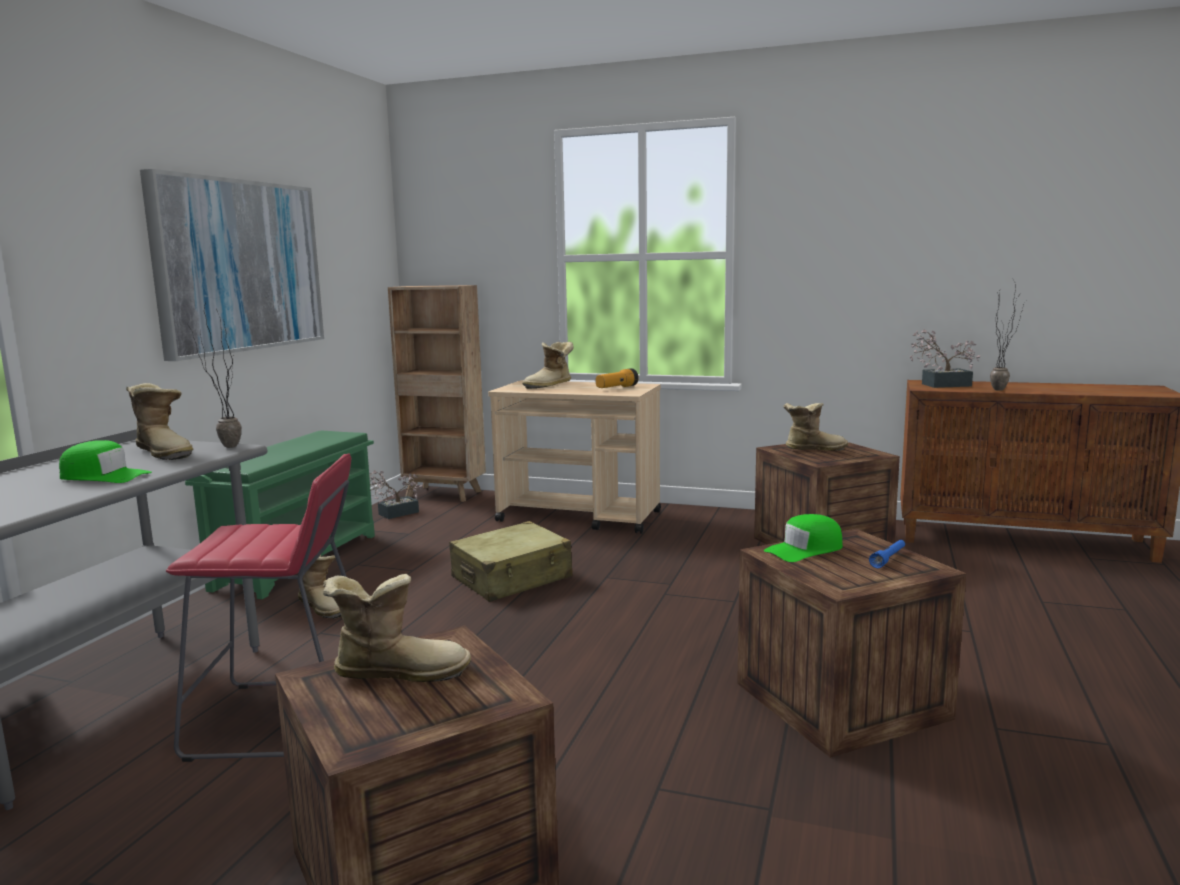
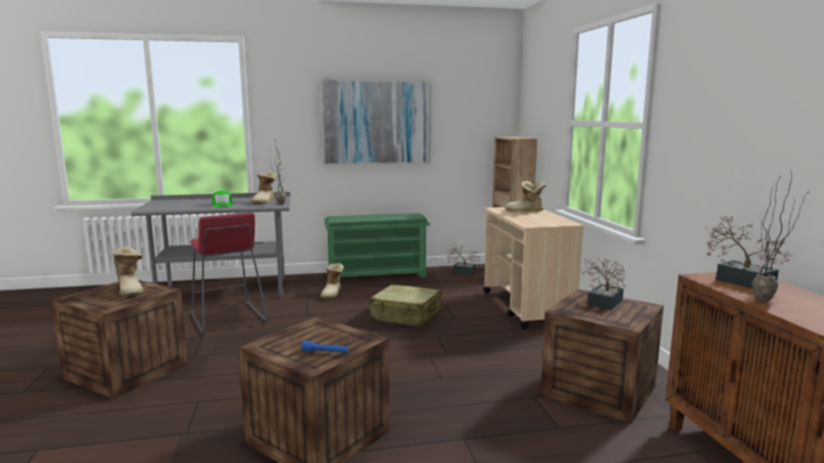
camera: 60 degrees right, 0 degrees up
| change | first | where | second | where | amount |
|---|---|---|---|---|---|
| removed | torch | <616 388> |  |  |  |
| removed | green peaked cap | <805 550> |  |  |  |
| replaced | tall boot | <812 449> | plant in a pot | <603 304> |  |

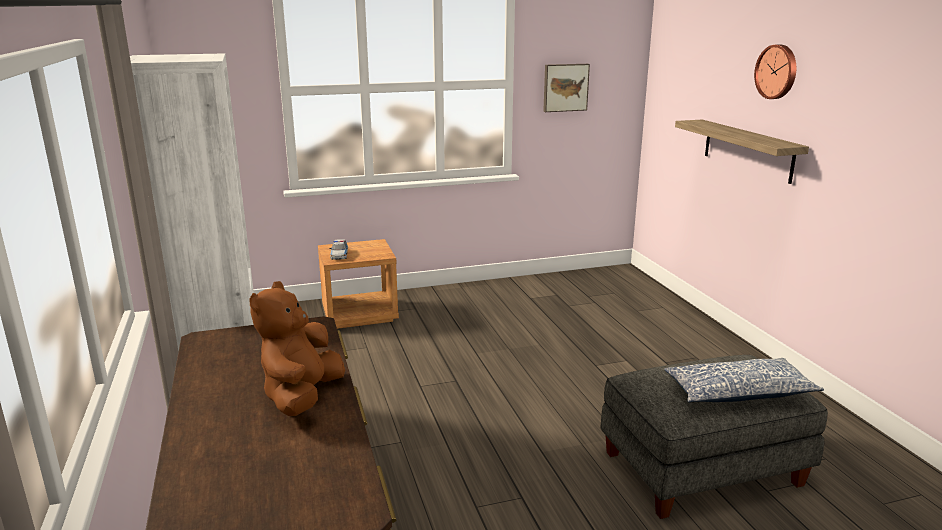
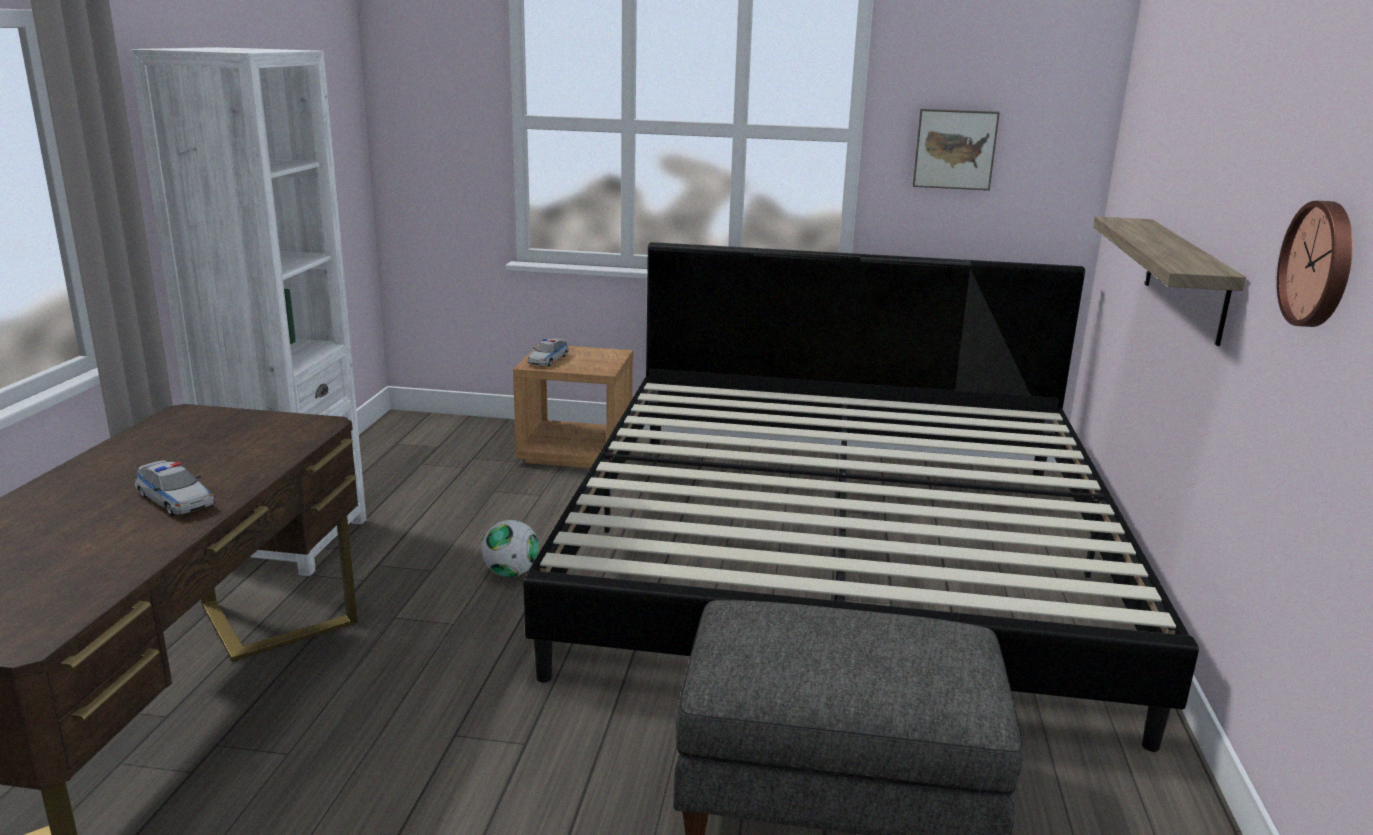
camera: 25 degrees right, 0 degrees up
| change | first | where | second | where | amount |
|---|---|---|---|---|---|
| replaced | brownish plush toy | <302 397> | model car | <175 500> |  |
| removed | cushion | <737 393> |  |  |  |
| moved | clock on the wall | <777 72> |  | <1321 264> |  |
| added |  |  | ball for football | <511 573> |  |
| added |  |  | bedroom bed | <840 557> |  |

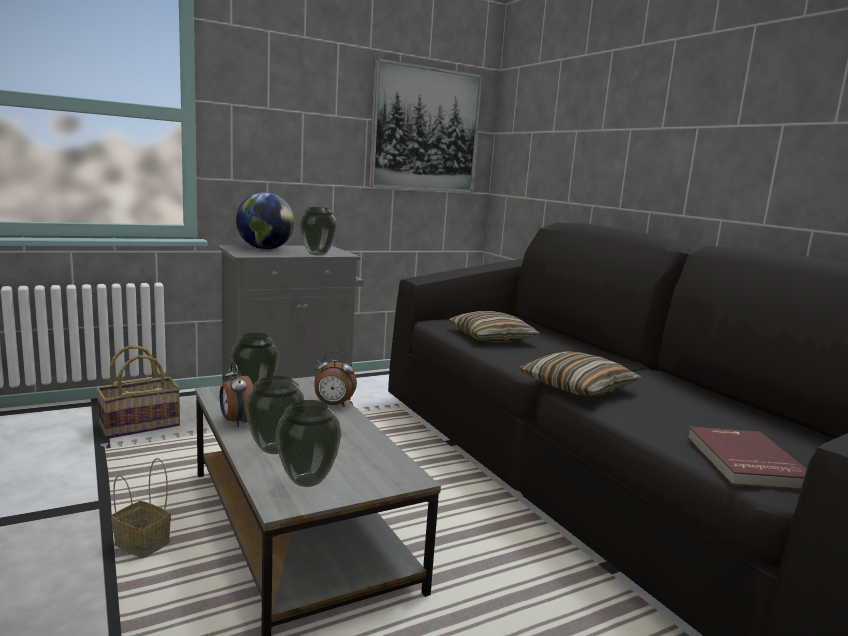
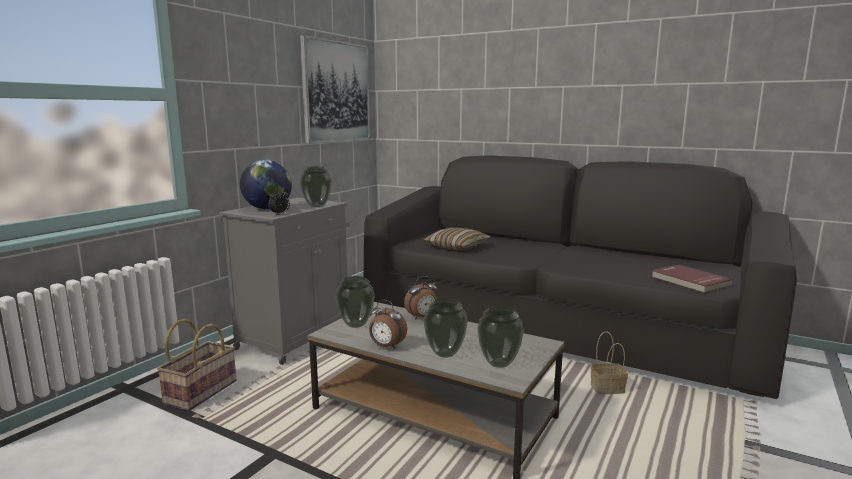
camera: 30 degrees left, 0 degrees up
| change | first | where | second | where | amount |
|---|---|---|---|---|---|
| moved | household basket | <144 544> |  | <608 388> |  |
| removed | cushion | <578 387> |  |  |  |
| added |  |  | table clock | <280 214> |  |

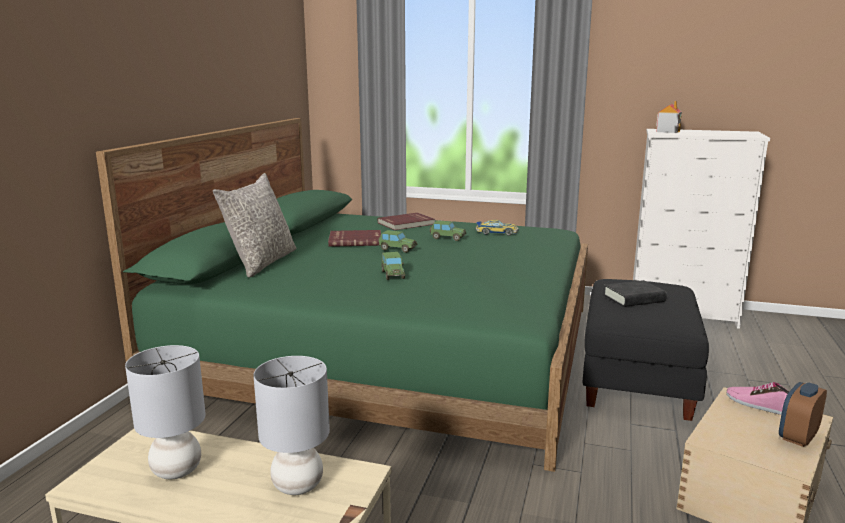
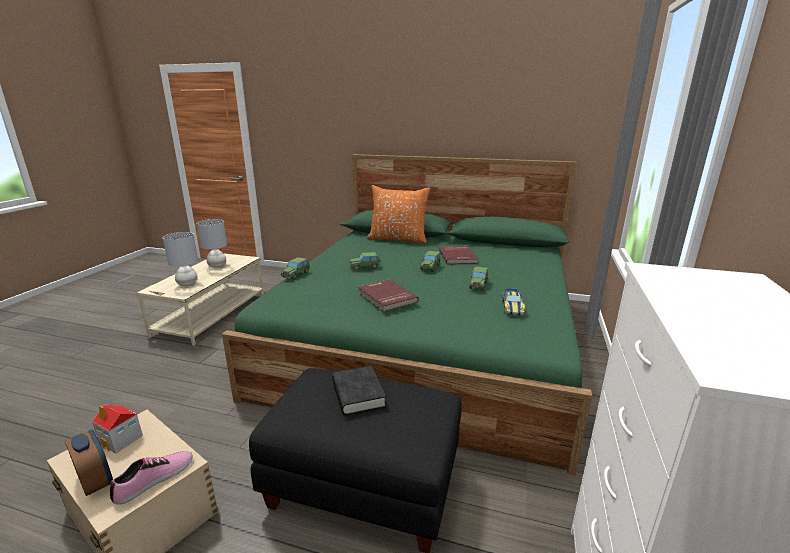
camera: 90 degrees right, 5 degrees up
| change | first | where | second | where | amount |
|---|---|---|---|---|---|
| recoloured | grey cushion | <261 262> | orange-coloured cushion | <398 239> |  |
| moved | red-coloured volume | <406 224> |  | <386 297> |  |
| moved | miniature house | <668 131> |  | <121 439> |  |
| added |  |  | model car | <296 274> |  |

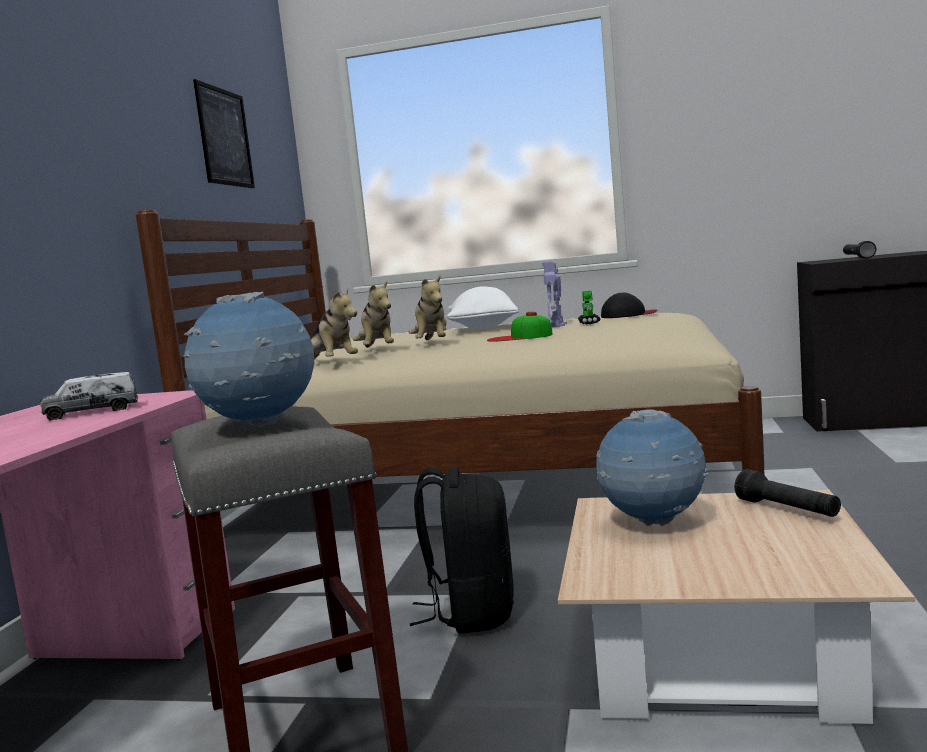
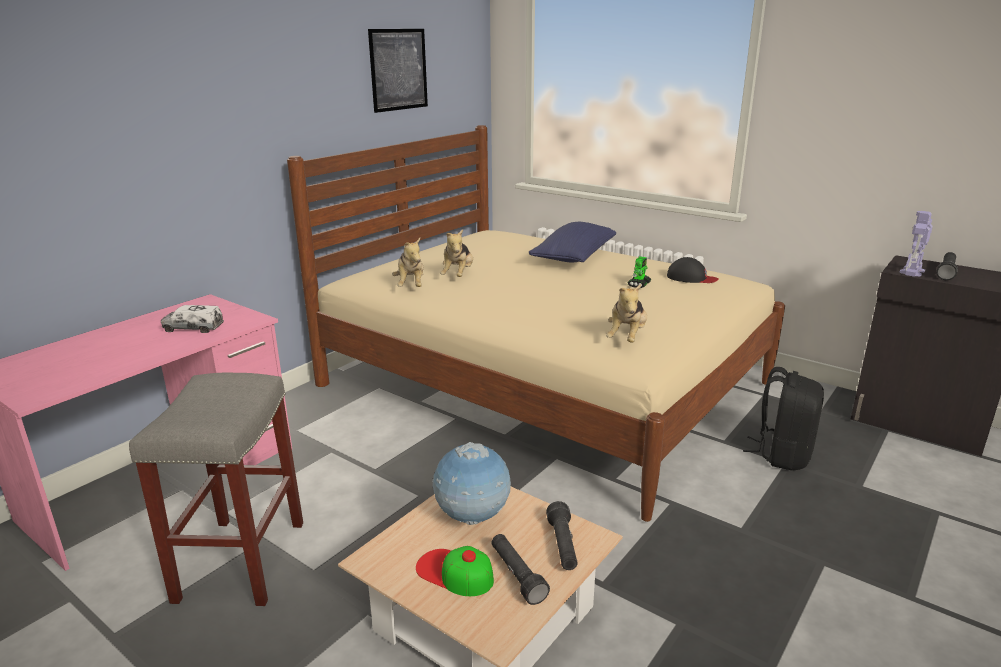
camera: 25 degrees right, 15 degrees up
| change | first | where | second | where | amount |
|---|---|---|---|---|---|
| removed | world globe | <260 427> |  |  |  |
| moved | plush toy | <432 344> |  | <627 337> |  |
| moved | black-coloured knapsack | <471 613> |  | <782 454> |  |
| recoloured | white-coloured cushion | <482 328> | blue cushion | <573 257> |  |
| moved | peaked cap | <519 337> |  | <454 572> |  |
| moved | toy robot | <555 325> |  | <911 272> |  |
| added |  |  | black-coloured torch | <517 575> |  |

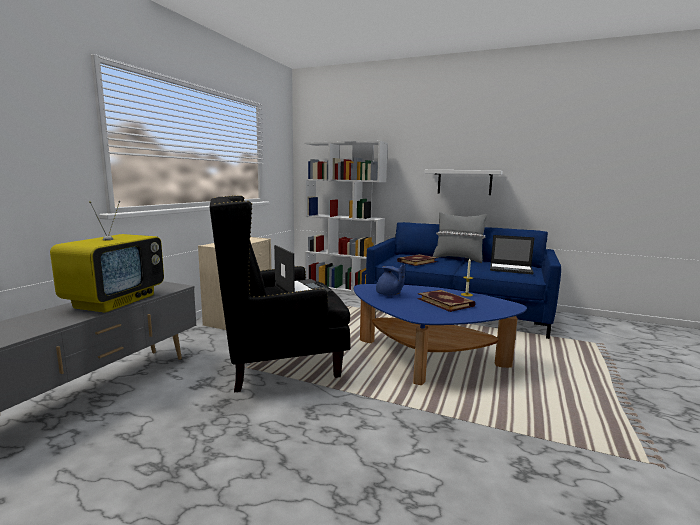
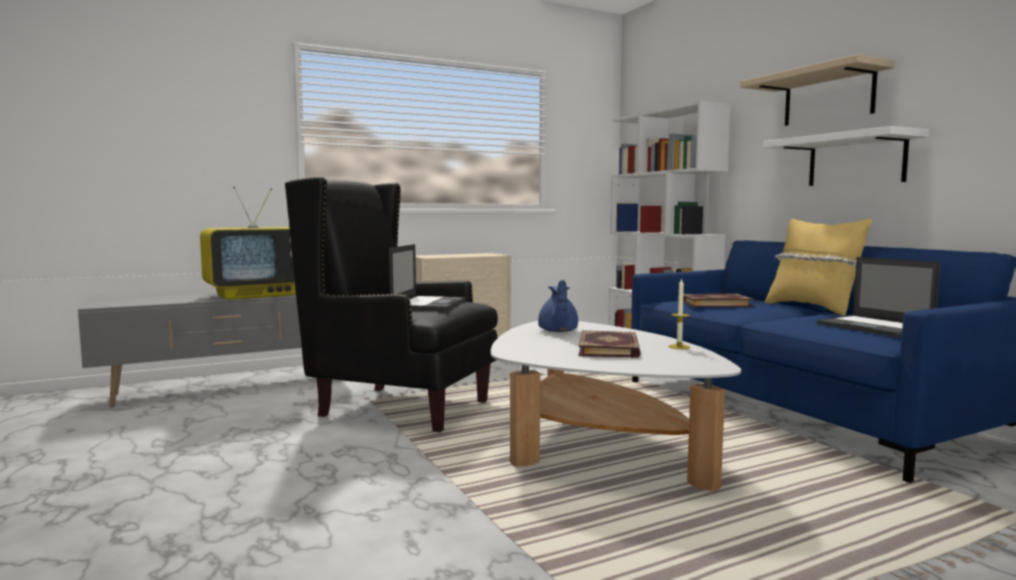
camera: 40 degrees right, 5 degrees down
| change | first | where | second | where | amount |
|---|---|---|---|---|---|
| recoloured | blue lounge table | <427 359> | white-coloured lounge table | <594 446> |  |
| recoloured | grey cushion | <458 259> | yellowish cushion | <813 308> |  |
| added |  |  | sand-coloured wall shelf | <828 97> |  |

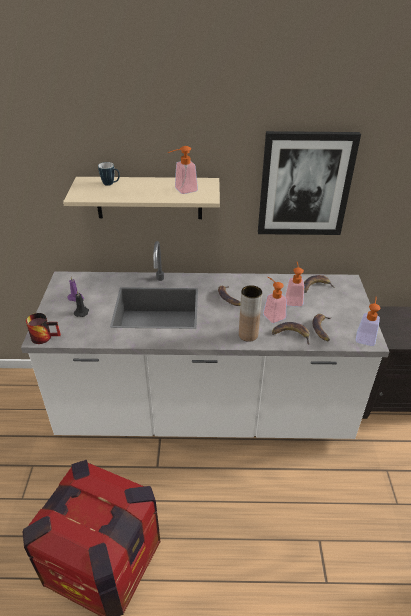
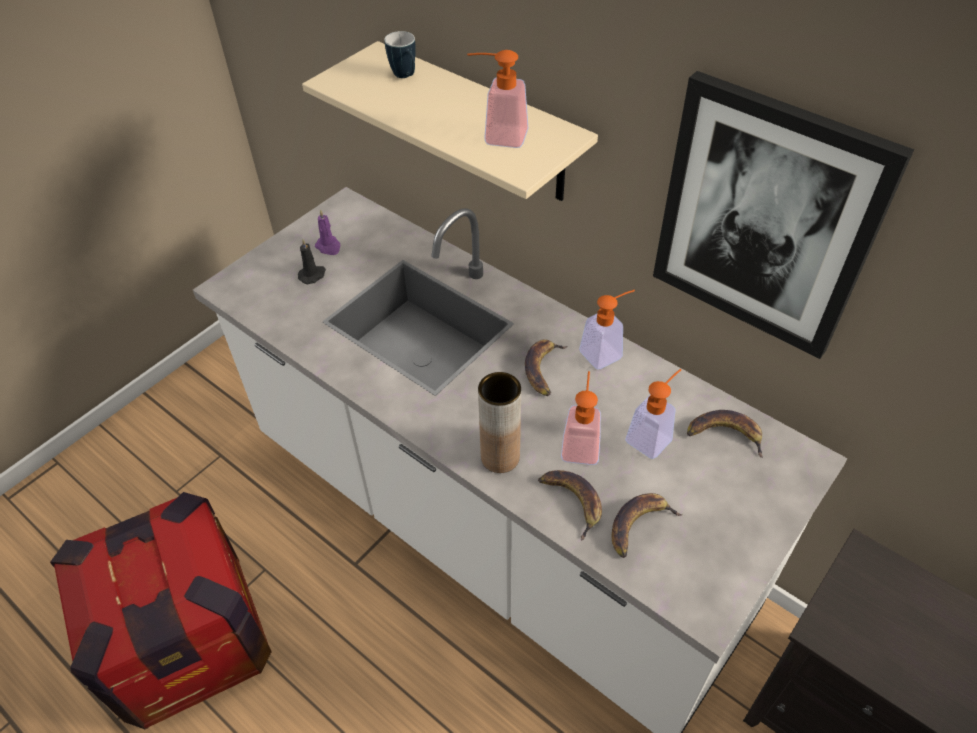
camera: 40 degrees right, 10 degrees up
| change | first | where | second | where | amount |
|---|---|---|---|---|---|
| removed | mug | <45 336> |  |  |  |
| moved | soap bottle | <365 336> |  | <606 352> |  |

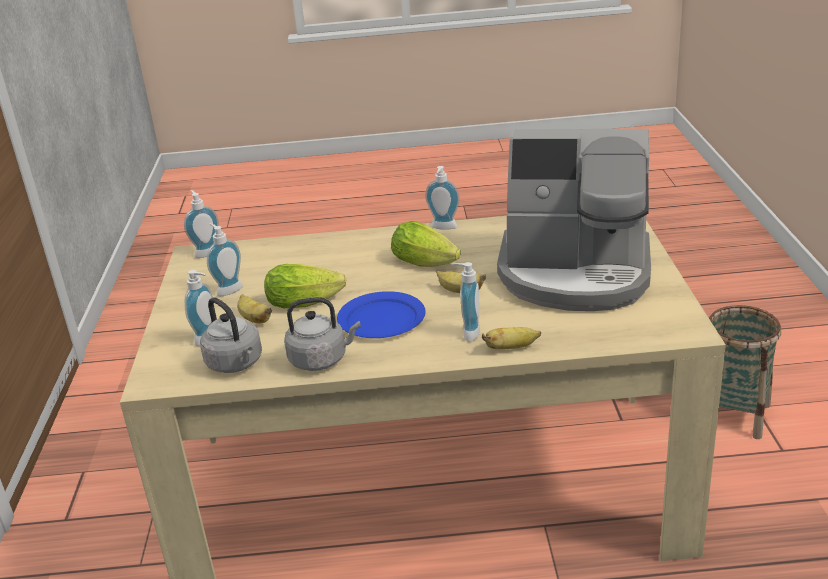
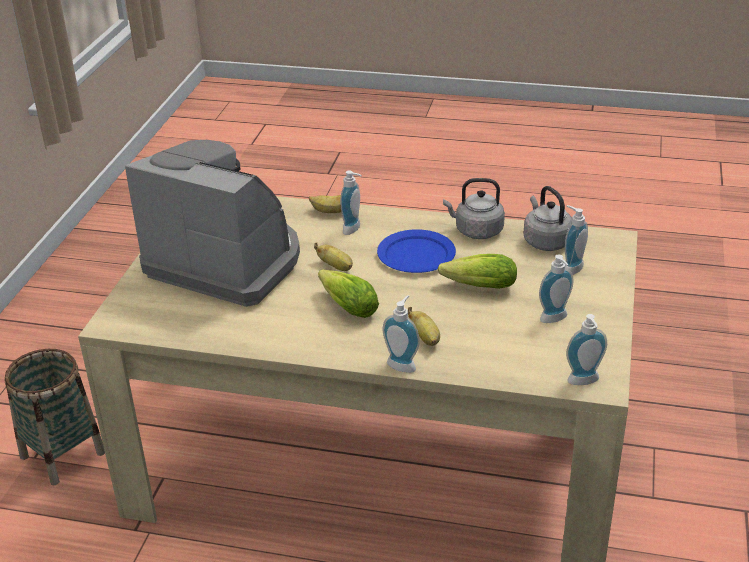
camera: 165 degrees left, 5 degrees up
| change | first | where | second | where | amount |
|---|---|---|---|---|---|
| moved | whole banana | <254 319> |  | <425 338> |  |
| moved | soap bottle | <443 228> |  | <403 364> |  |

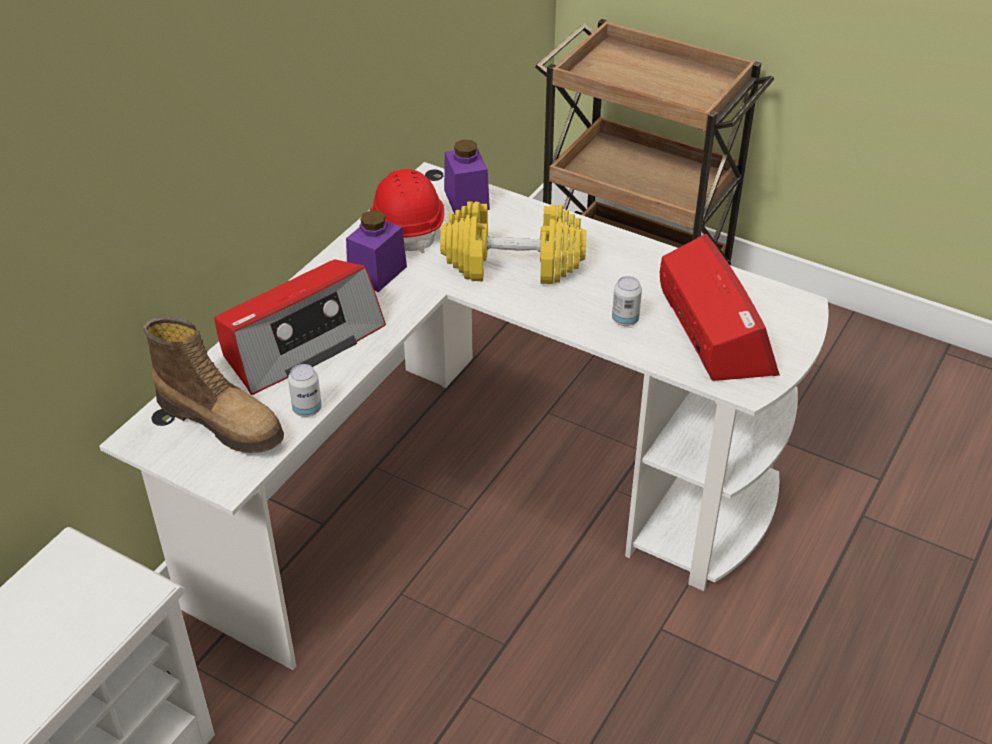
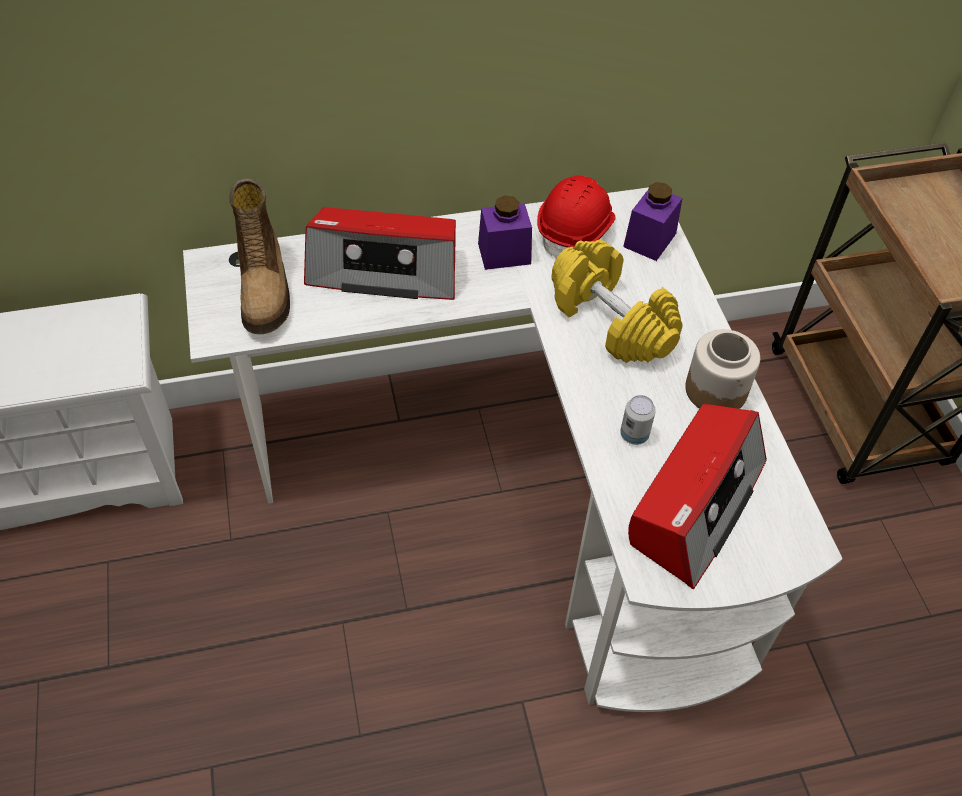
camera: 45 degrees right, 10 degrees up
| change | first | where | second | where | amount |
|---|---|---|---|---|---|
| removed | sealed can | <307 409> |  |  |  |
| added |  |  | preserve jar | <716 390> |  |

